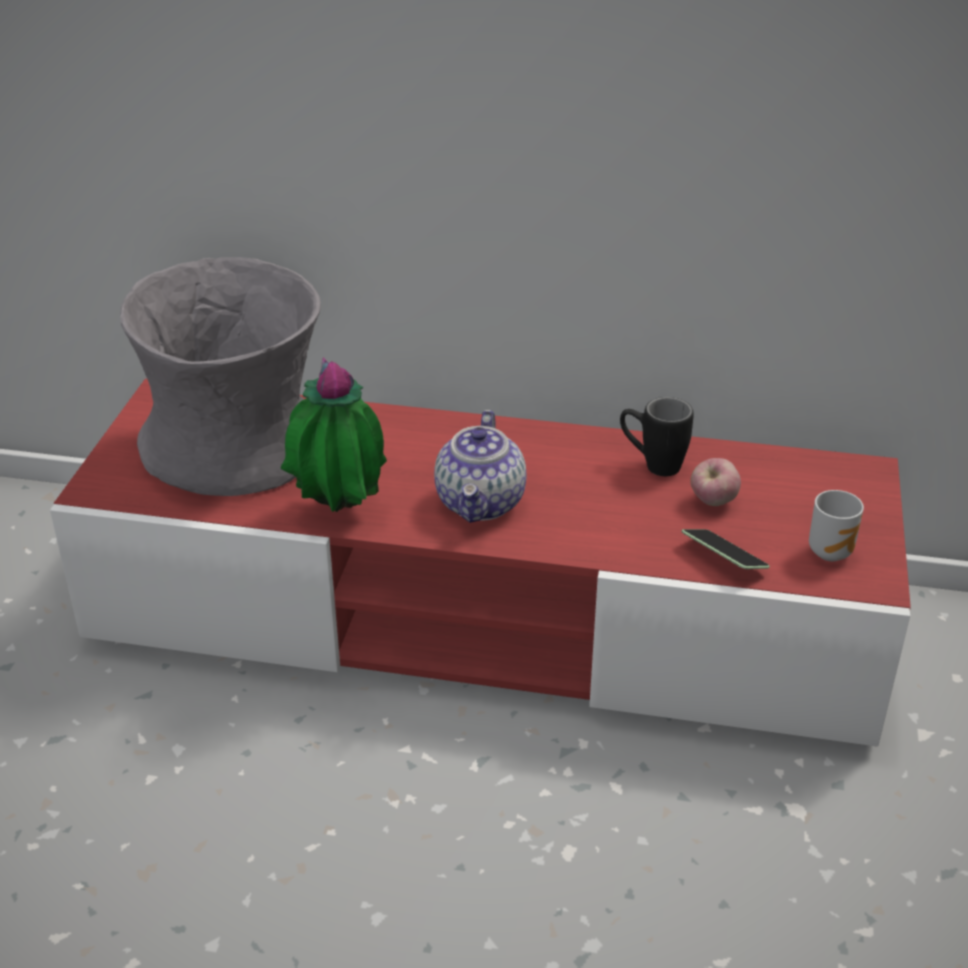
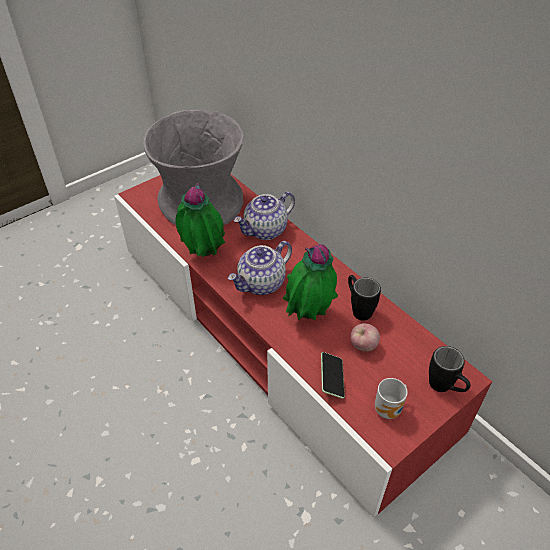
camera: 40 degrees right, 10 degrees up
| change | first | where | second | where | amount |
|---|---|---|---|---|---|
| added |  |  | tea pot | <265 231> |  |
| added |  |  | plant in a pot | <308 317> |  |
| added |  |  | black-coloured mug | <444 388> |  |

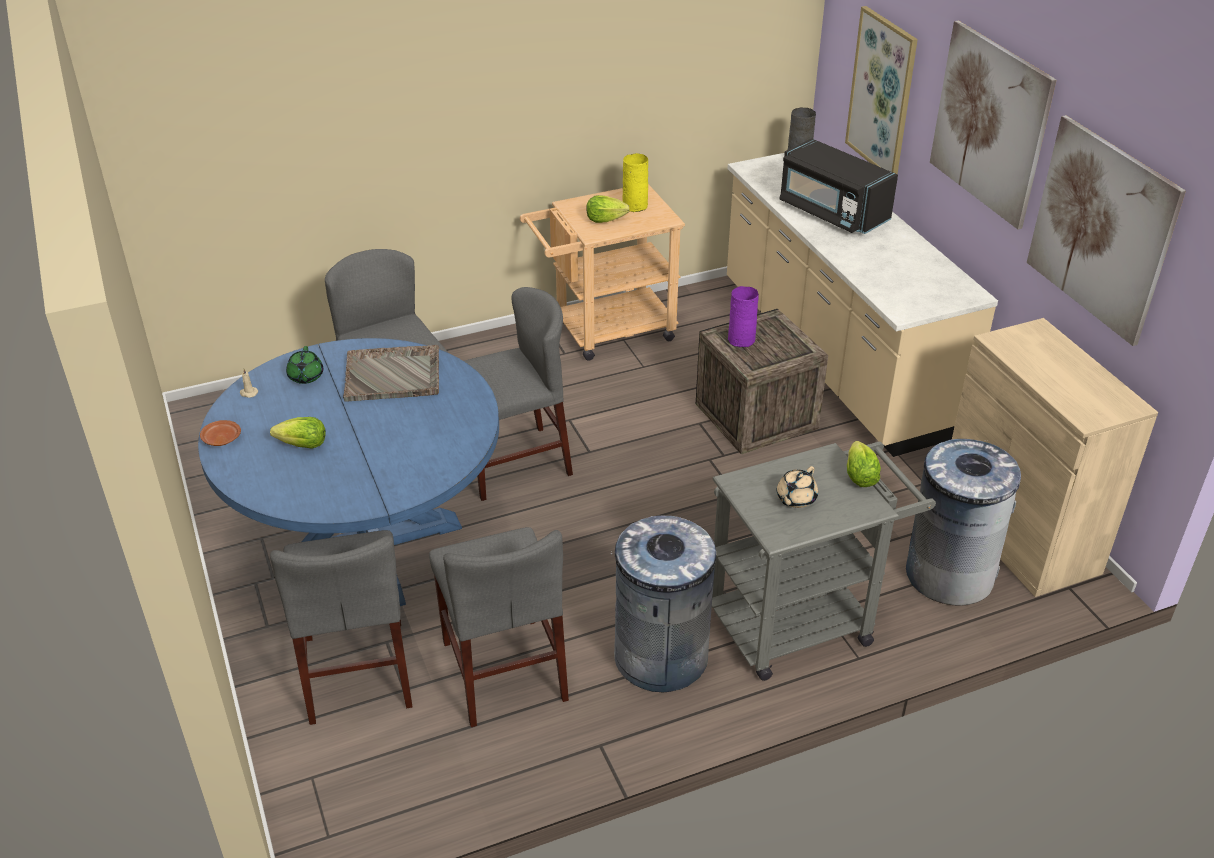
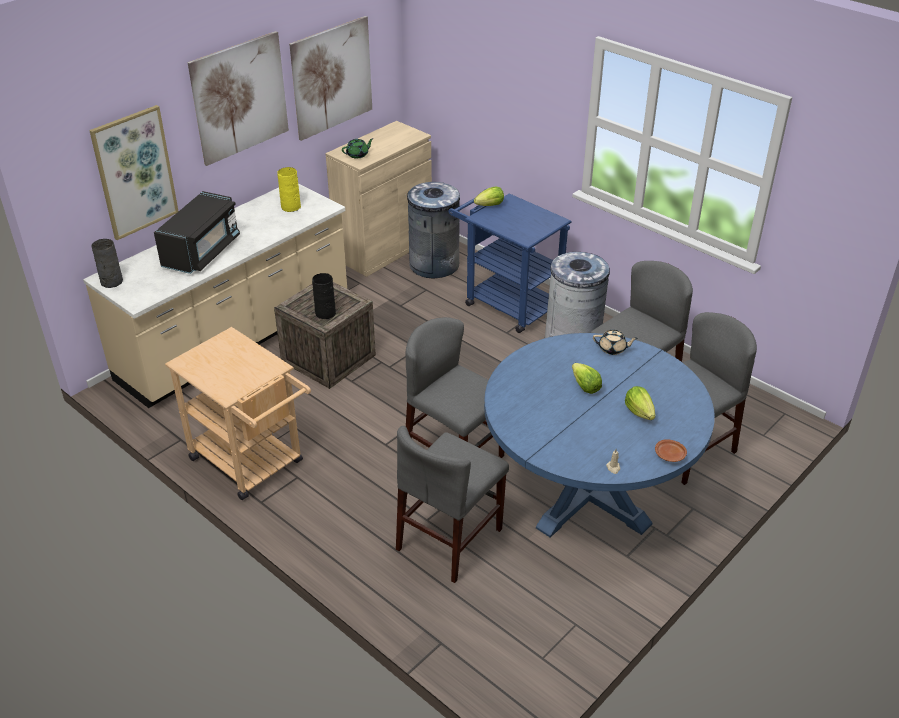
camera: 115 degrees left, 0 degrees up
| change | first | where | second | where | amount |
|---|---|---|---|---|---|
| moved | green tea pot | <305 377> |  | <358 155> |  |
| removed | grey carrying tray | <393 375> |  |  |  |
| moved | head of lettuce | <605 220> |  | <585 387> |  |
| moved | yellowish vase | <635 205> |  | <290 207> |  |
| recoloured | grey trolley | <803 620> | blue trolley | <506 302> |  |
| recoloured | purple vase | <742 340> | black-coloured vase | <325 313> |  |
| moved | sand-coloured tea pot | <795 499> |  | <613 349> |  |

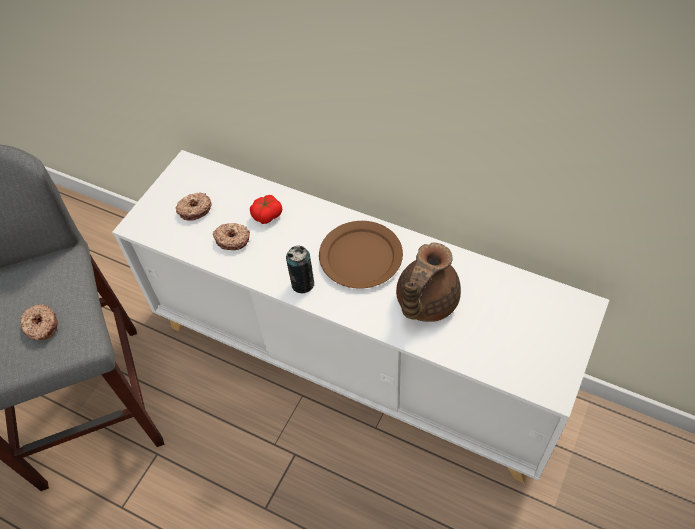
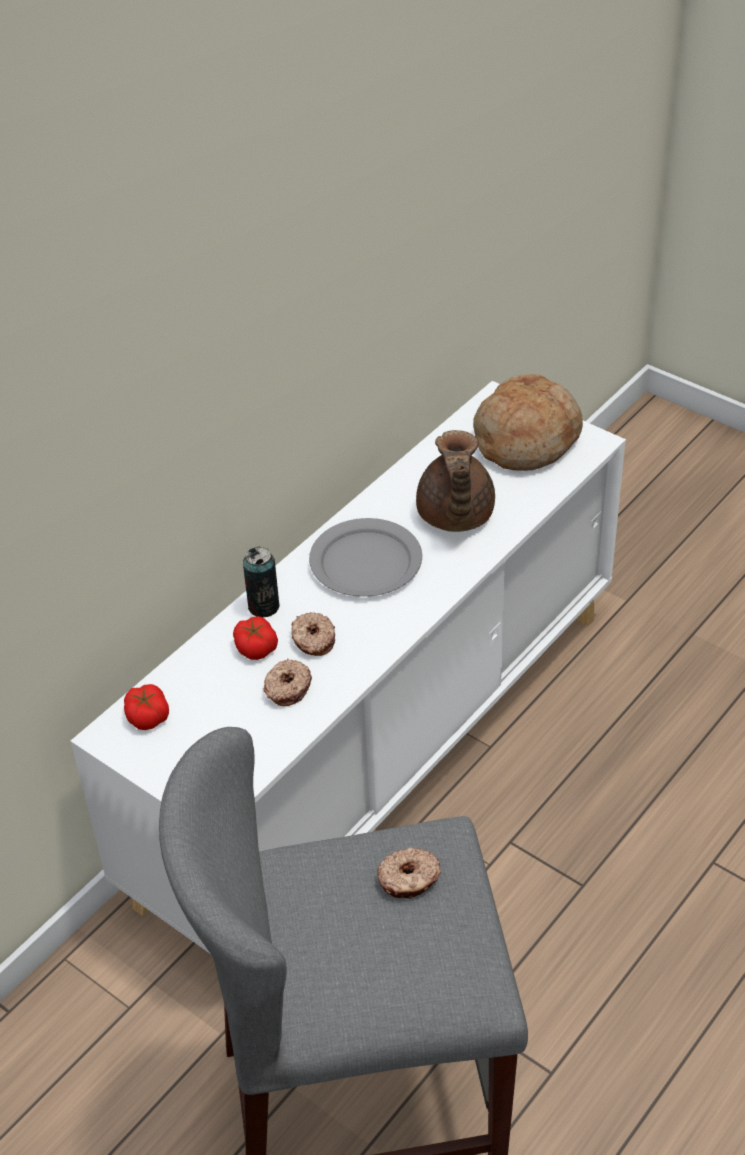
camera: 80 degrees left, 10 degrees down
| change | first | where | second | where | amount |
|---|---|---|---|---|---|
| moved | donut | <194 209> |  | <313 640> |  |
| moved | sealed can | <302 284> |  | <263 606> |  |
| recoloured | brownish plate | <360 256> | grey plate | <365 562> |  |
| turned | brownish tea pot | <424 302> |  | <454 517> | 45 degrees clockwise |
| added |  |  | tomato | <147 716> |  |
| added |  |  | bread | <526 439> |  |

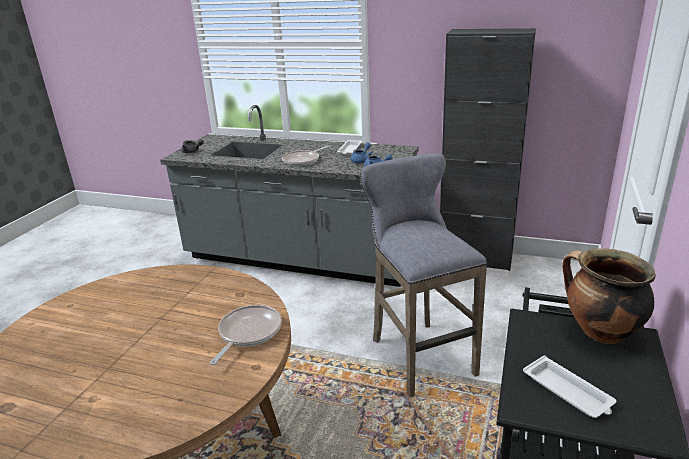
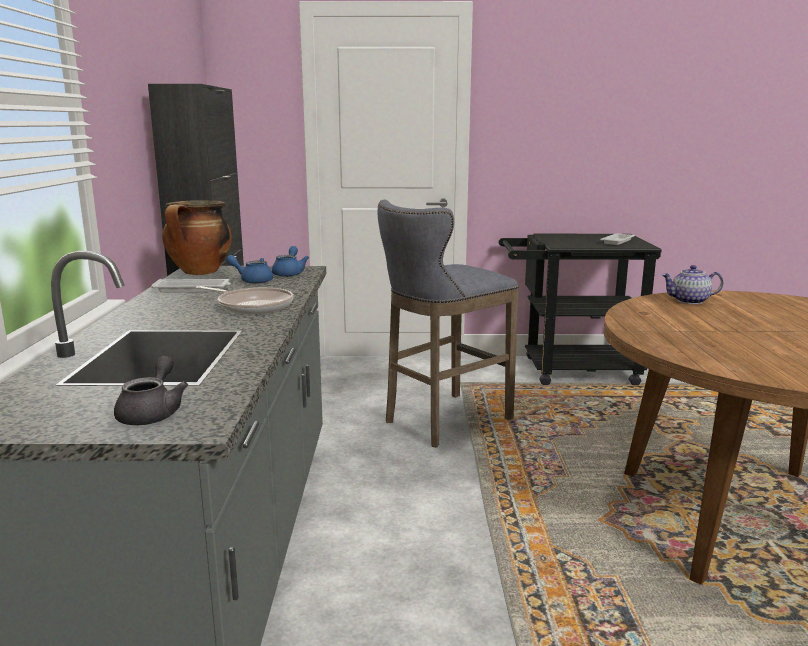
camera: 110 degrees left, 10 degrees down
| change | first | where | second | where | amount |
|---|---|---|---|---|---|
| replaced | skillet | <248 333> | tea pot | <689 301> |  |
| moved | saucepot | <599 332> |  | <200 272> |  |

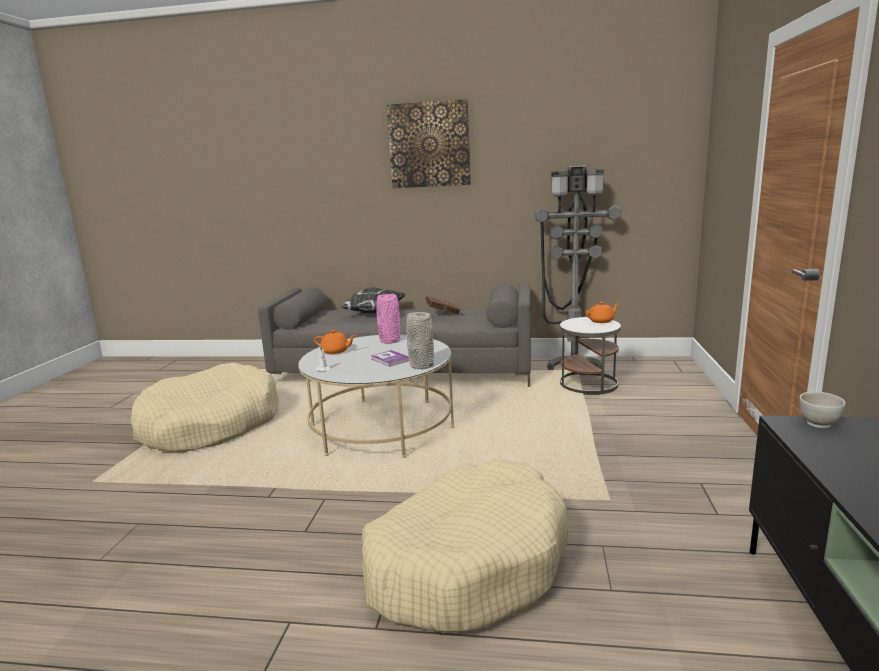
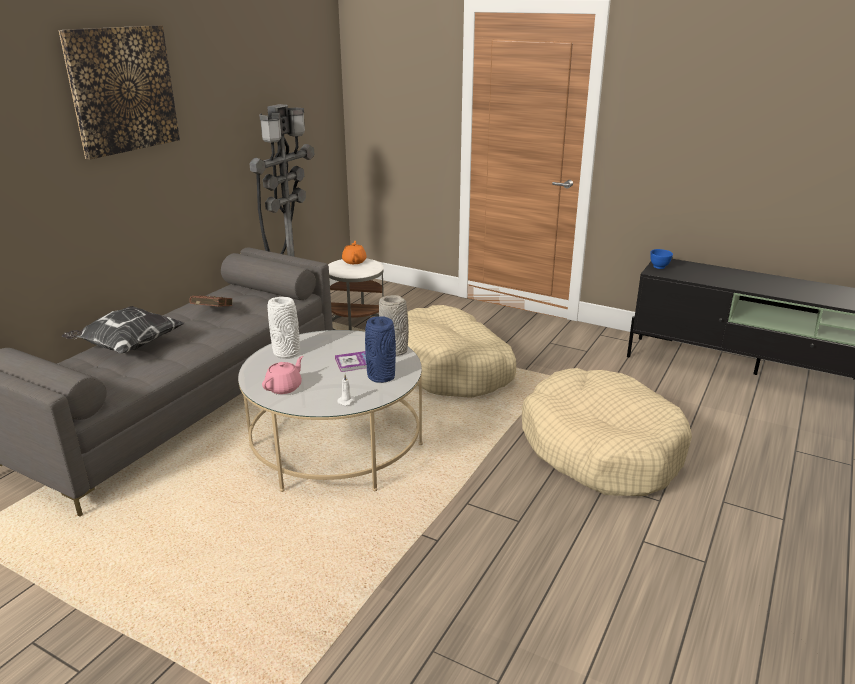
camera: 70 degrees left, 10 degrees up
| change | first | where | second | where | amount |
|---|---|---|---|---|---|
| moved | sand-coloured dog bed | <210 425> |  | <451 368> |  |
| recoloured | orange-coloured tea pot | <335 351> | pink-coloured tea pot | <284 387> |  |
| recoloured | pink-coloured vase | <389 341> | white-coloured vase | <287 353> |  |
| recoloured | white-coloured serving bowl | <818 424> | blue serving bowl | <659 267> |  |
| added |  |  | blue vase | <381 377> |  |

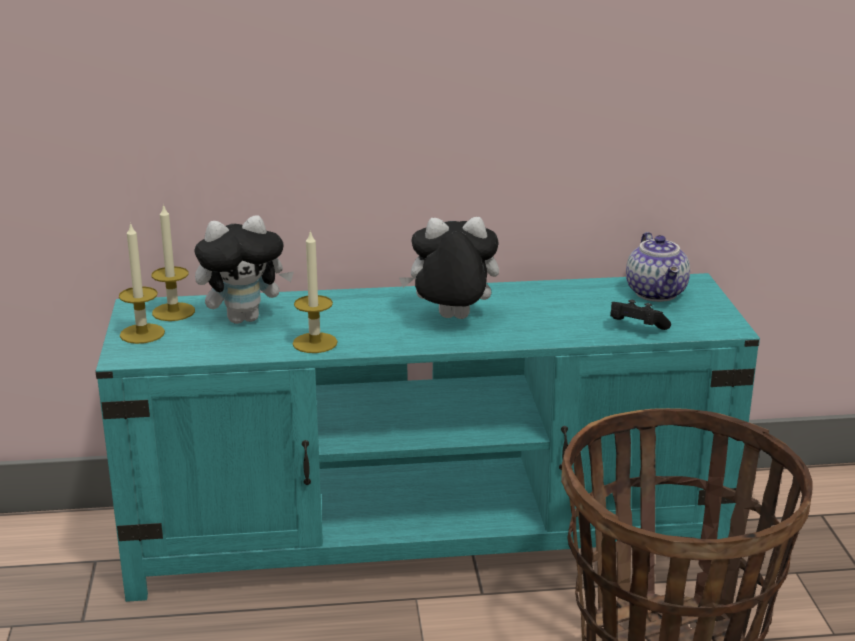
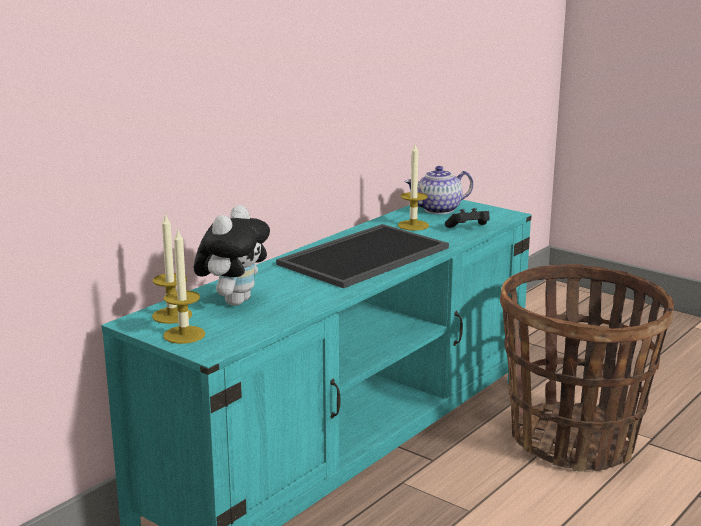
camera: 45 degrees left, 5 degrees down
| change | first | where | second | where | amount |
|---|---|---|---|---|---|
| moved | wax light | <315 343> |  | <413 225> |  |
| replaced | plush toy | <451 319> | carrying tray | <365 257> |  |
| turned | tea pot | <657 293> |  | <438 210> | 120 degrees clockwise |

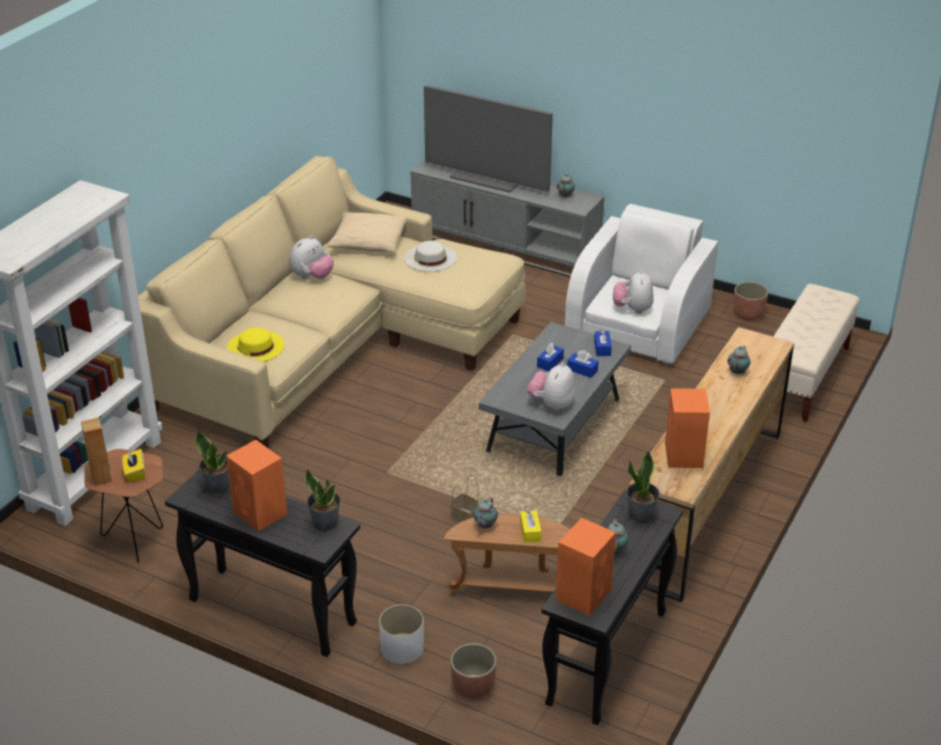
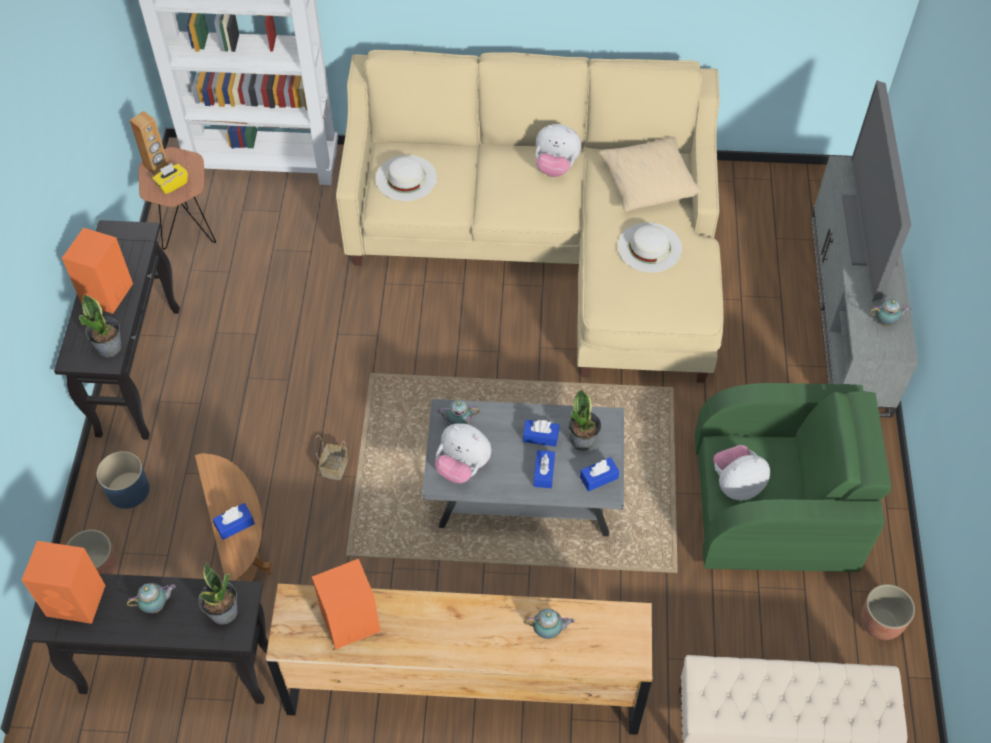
camera: 65 degrees right, 20 degrees up
| change | first | where | second | where | amount |
|---|---|---|---|---|---|
| moved | plant in a pot | <218 486> |  | <583 440> |  |
| recoloured | yellowish clothing hat | <255 346> | white-coloured clothing hat | <406 178> |  |
| recoloured | white-coloured flower pot | <402 649> | blue flower pot | <128 490> |  |
| moved | tea pot | <484 526> |  | <458 422> |  |
| recoloured | yellowish box of tissues | <530 531> | blue box of tissues | <235 524> |  |
| turned | plush toy | <551 404> |  | <462 466> | 150 degrees counterclockwise |
| recoloured | white-coloured armchair | <639 325> | green armchair | <774 507> |  |

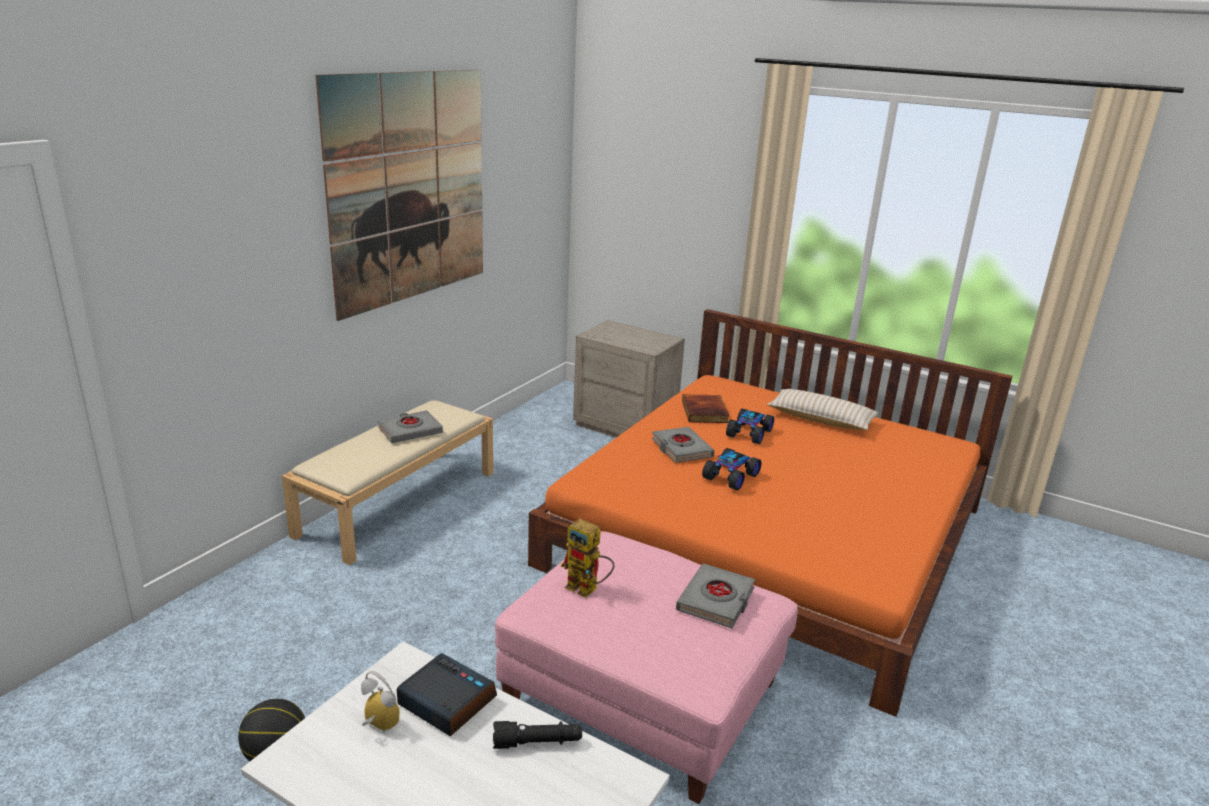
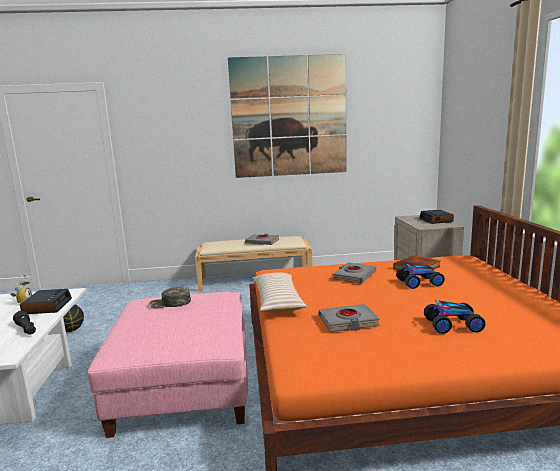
camera: 55 degrees right, 10 degrees down
| change | first | where | second | where | amount |
|---|---|---|---|---|---|
| replaced | toy robot | <588 589> | green peaked cap | <170 303> |  |
| moved | grey volume | <716 600> |  | <348 321> |  |
| moved | model car | <731 477> |  | <453 325> |  |
| moved | sand-coloured cushion | <820 419> |  | <277 301> |  |
| added |  |  | table clock | <436 220> |  |

